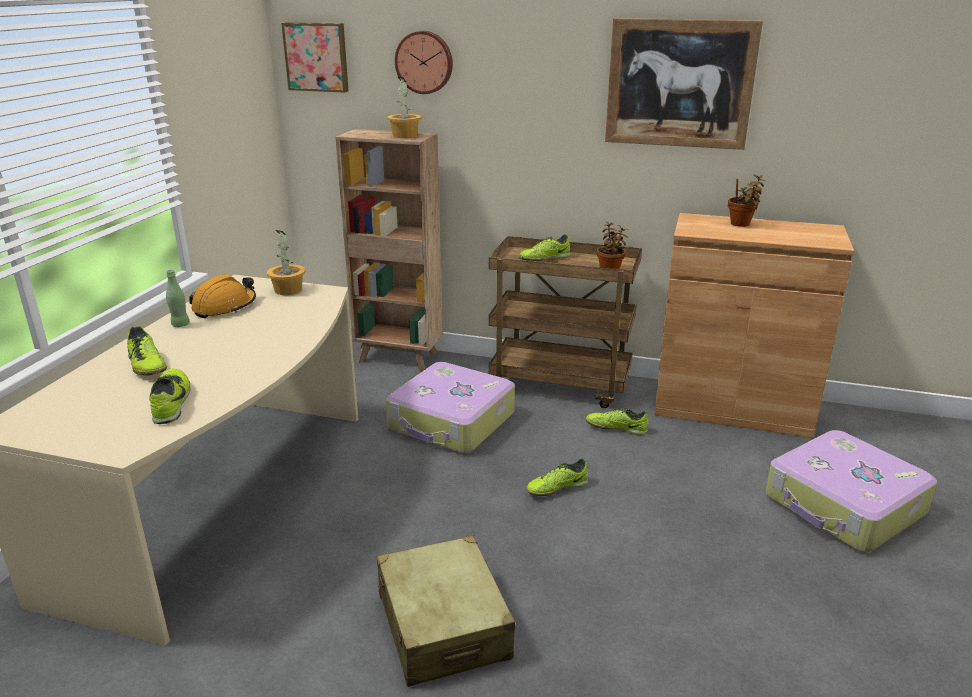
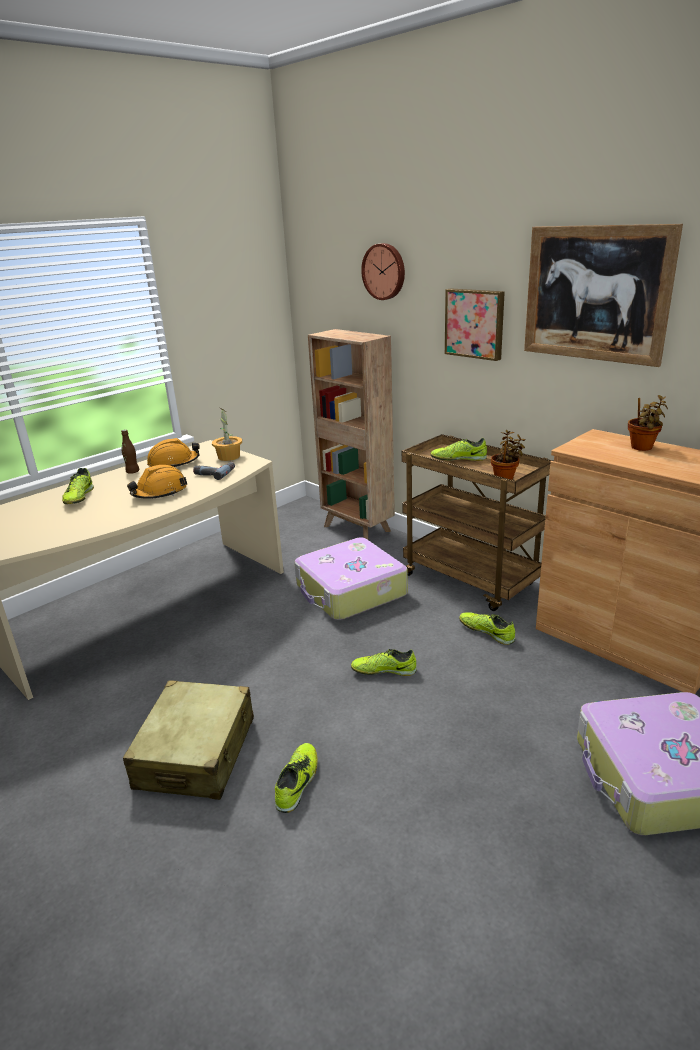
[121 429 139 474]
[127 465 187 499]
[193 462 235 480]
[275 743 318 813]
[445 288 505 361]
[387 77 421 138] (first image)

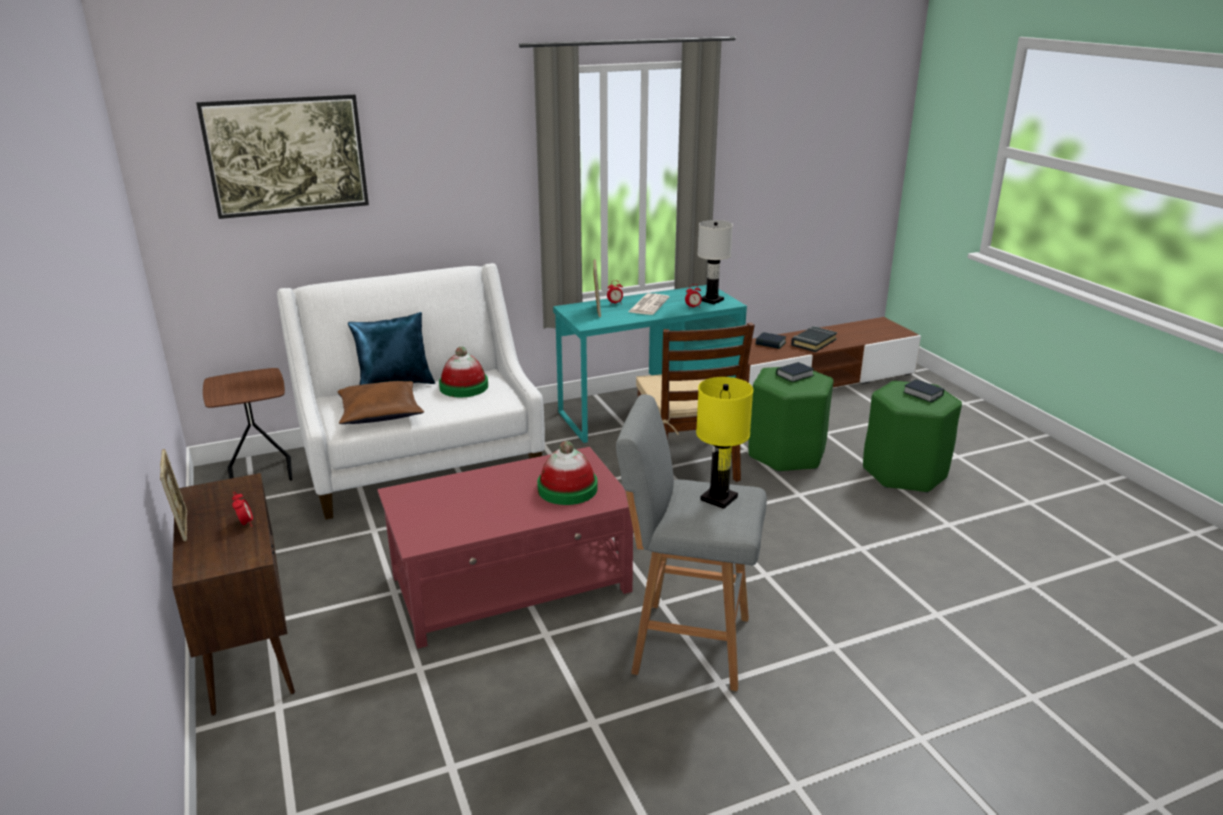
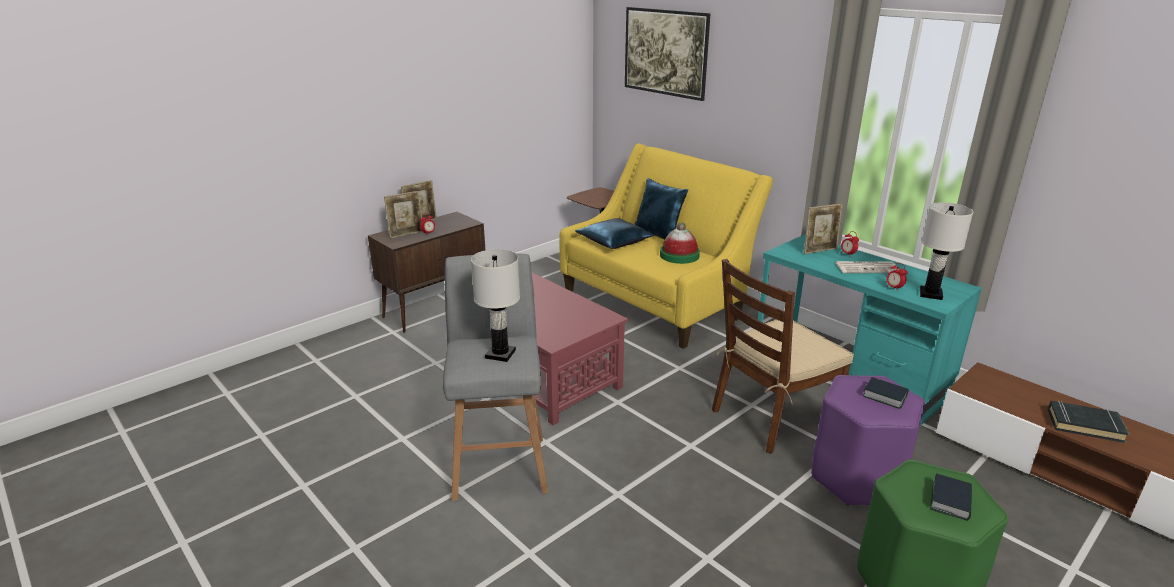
[384 191 422 239]
[471 249 520 362]
[559 143 773 349]
[575 218 654 249]
[811 375 925 506]
[537 441 598 505] (first image)
[756 332 786 349] (first image)

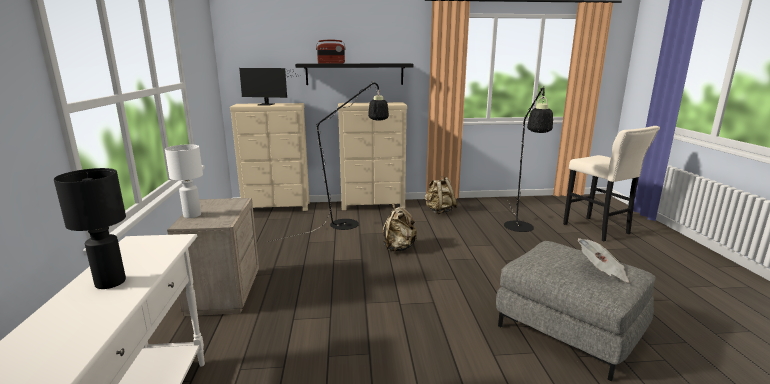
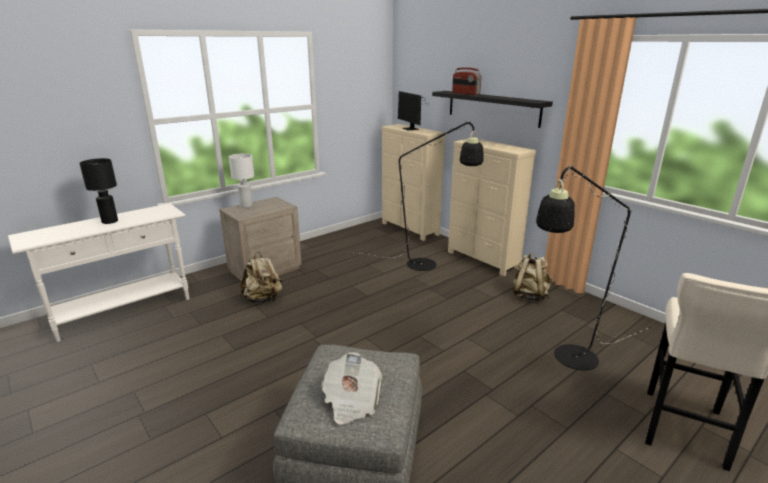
[240 252 282 303]

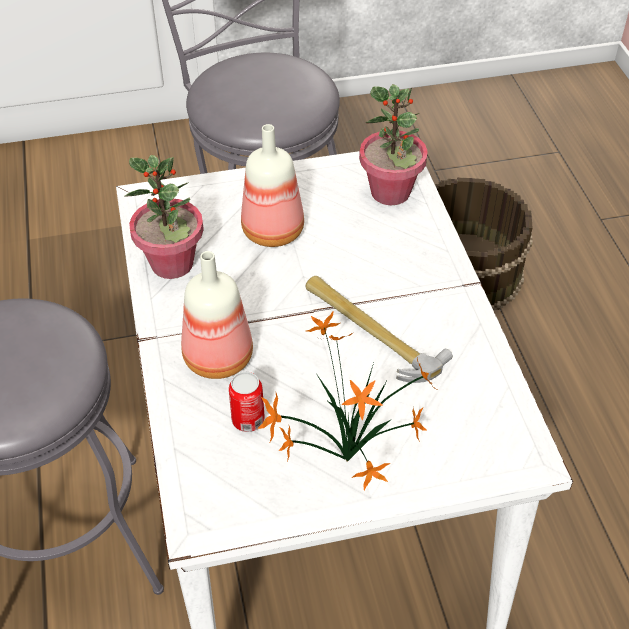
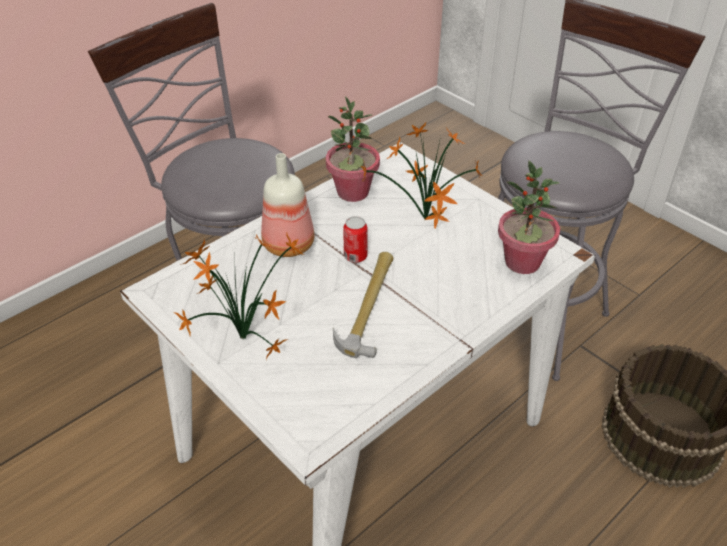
[343 216 368 263]
[361 122 483 229]

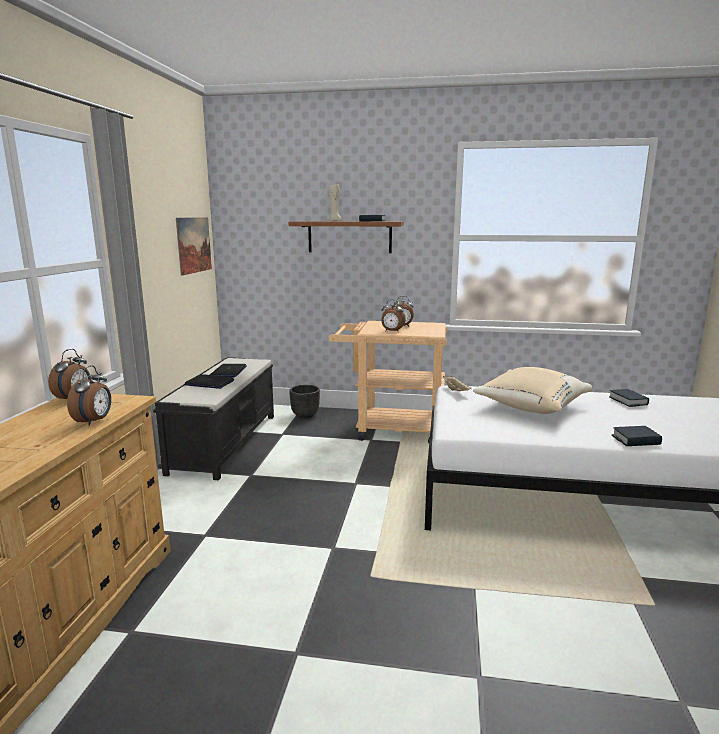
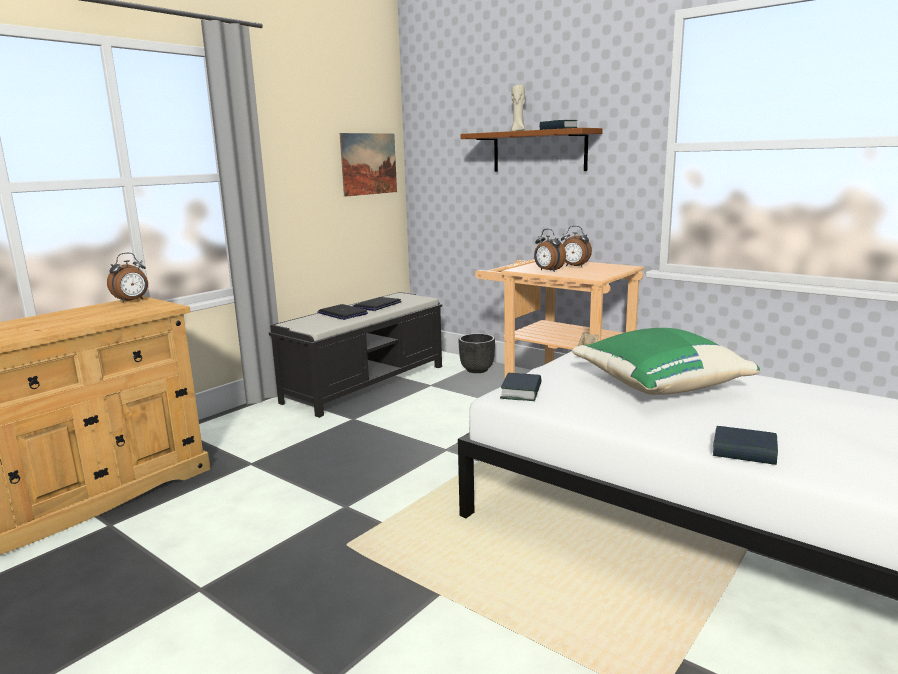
[500 373 542 401]
[572 328 760 395]
[67 365 111 426] (first image)

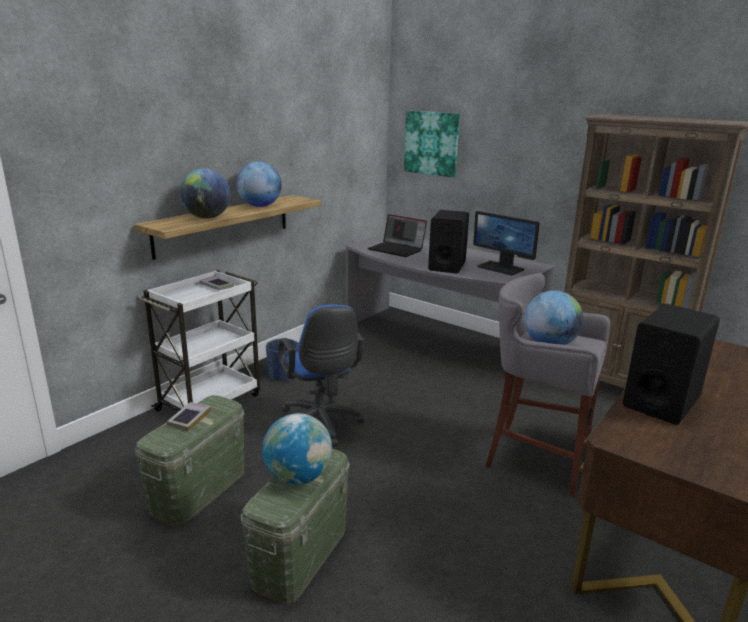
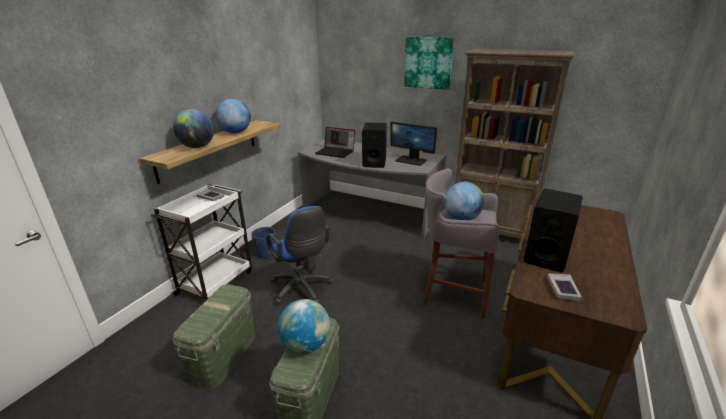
[404 37 454 90]
[547 273 582 301]

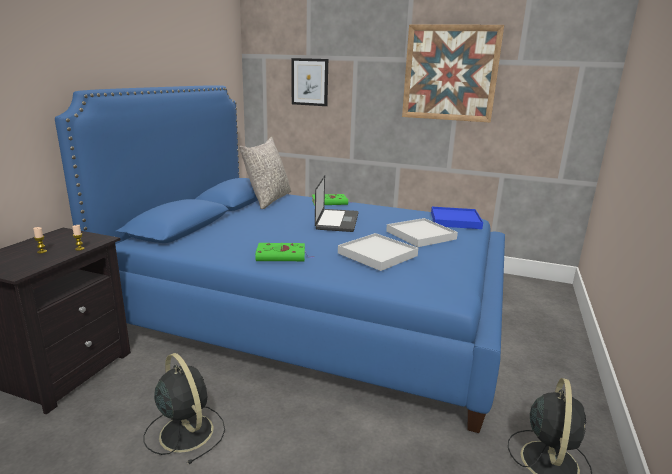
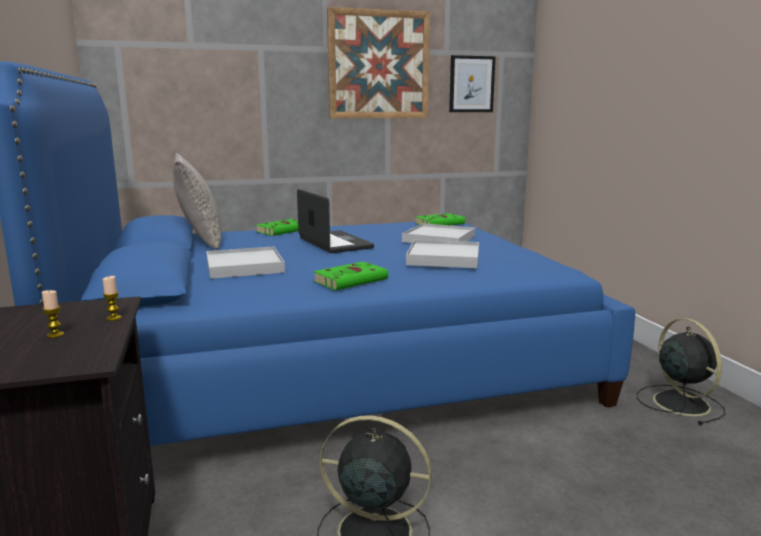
[206 246 285 279]
[415 213 465 225]
[449 55 496 112]

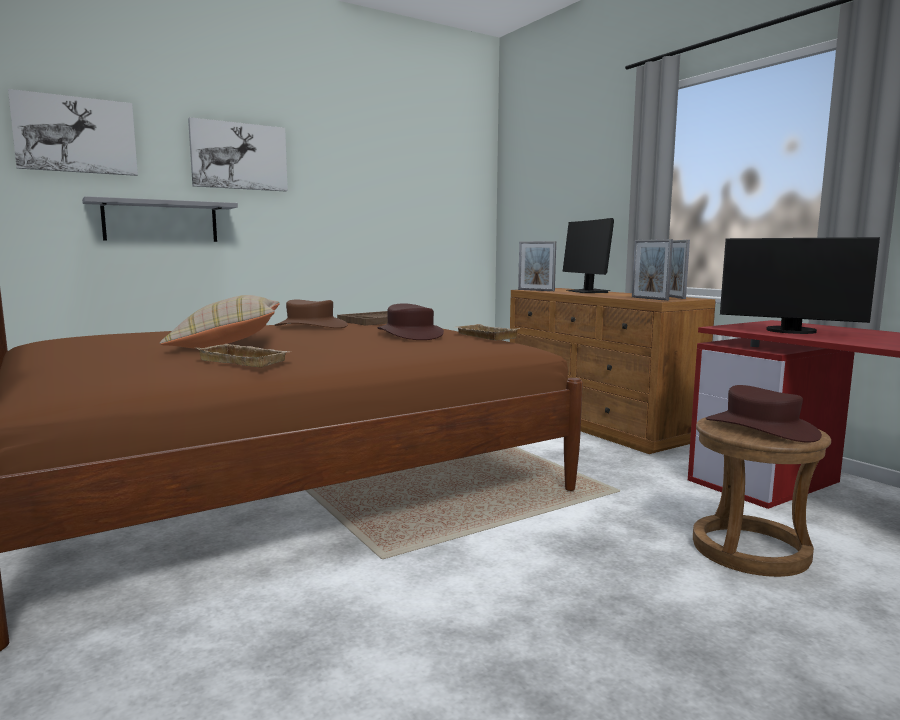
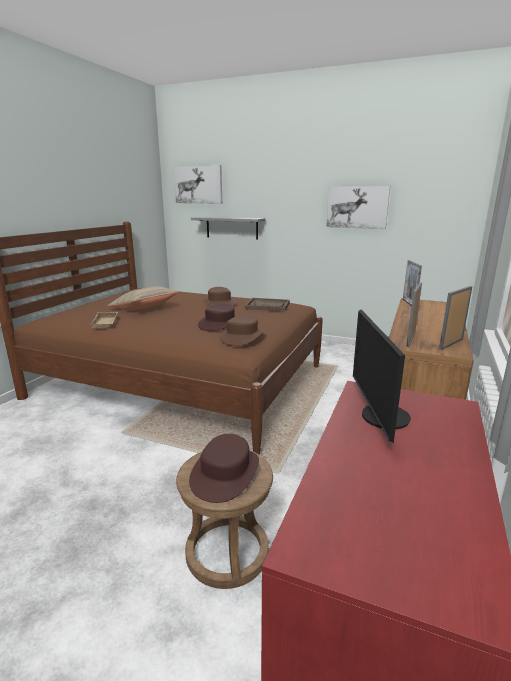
[220 314 265 346]
[326 185 390 229]
[563 218 614 293] (first image)

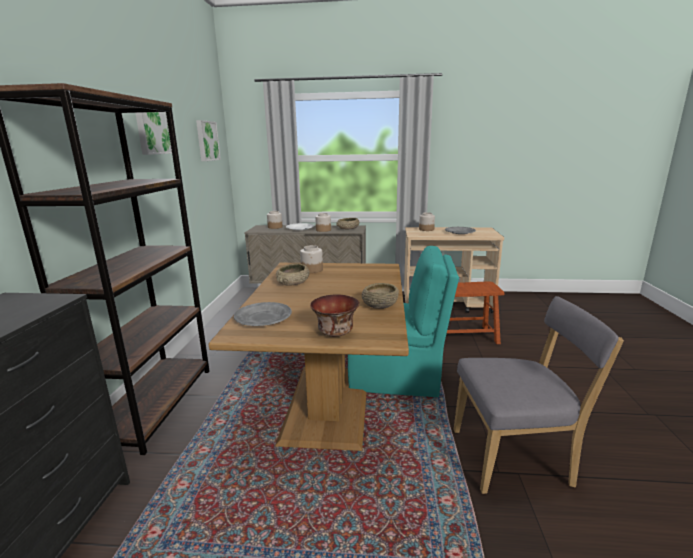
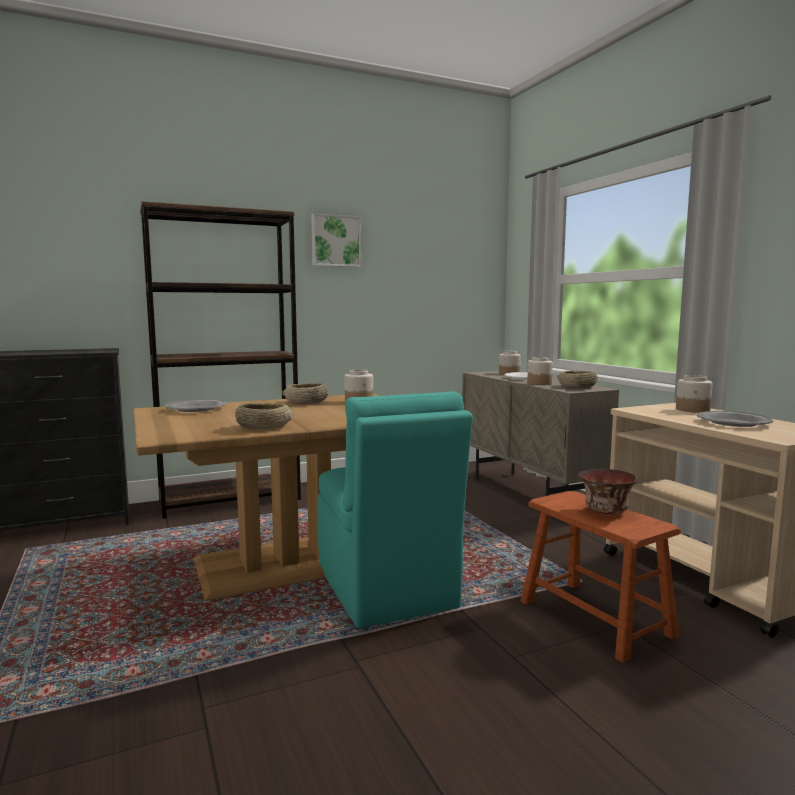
[579 469 638 514]
[196 120 221 161] (first image)
[454 296 624 494] (first image)

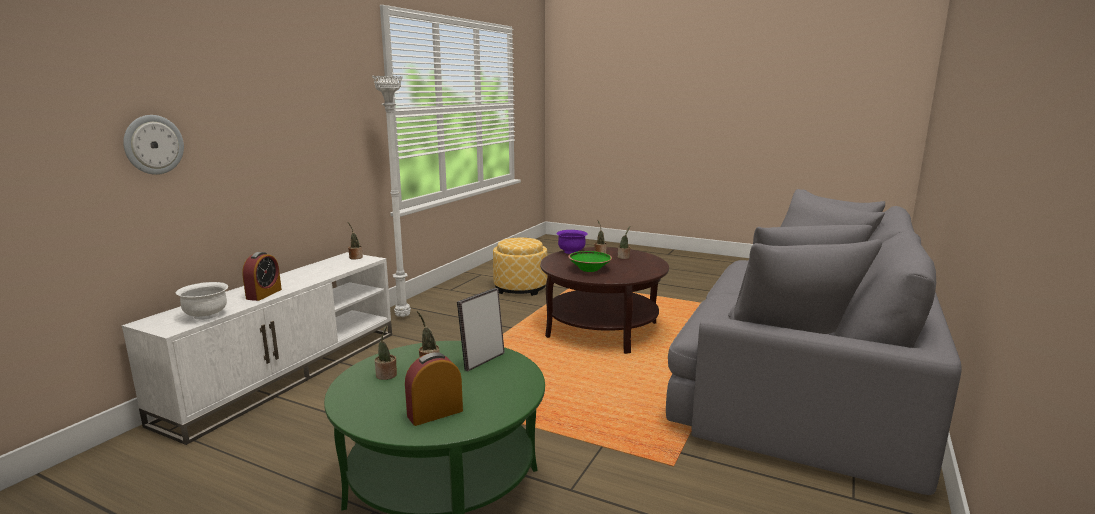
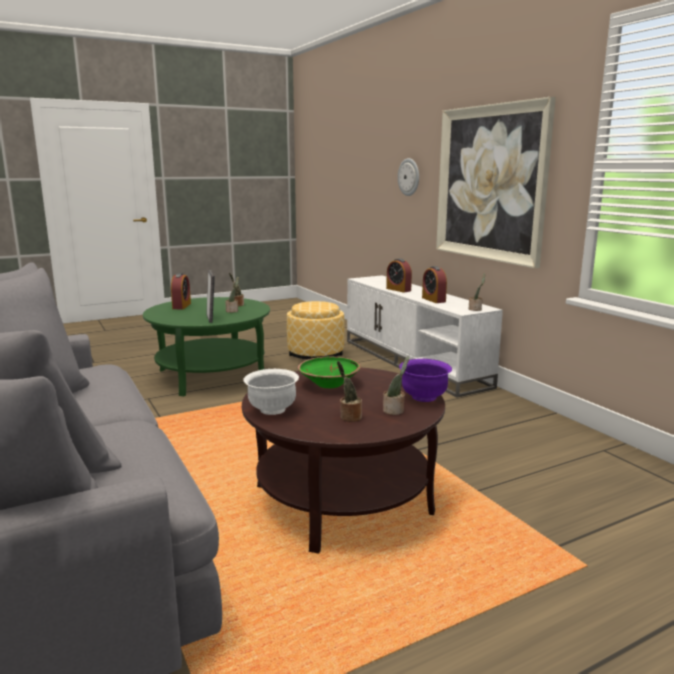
[243 369 299 415]
[287 301 345 359]
[422 266 447 303]
[436 97 556 268]
[372 75 411 317] (first image)

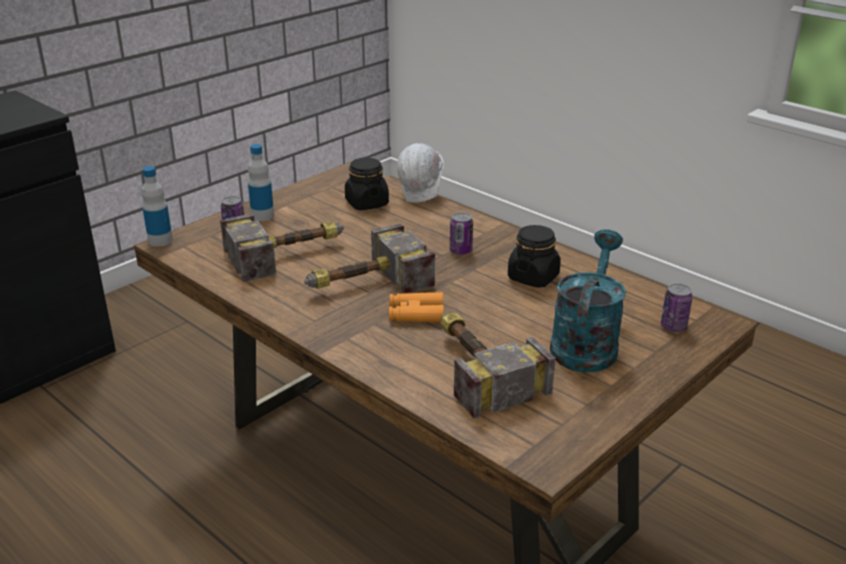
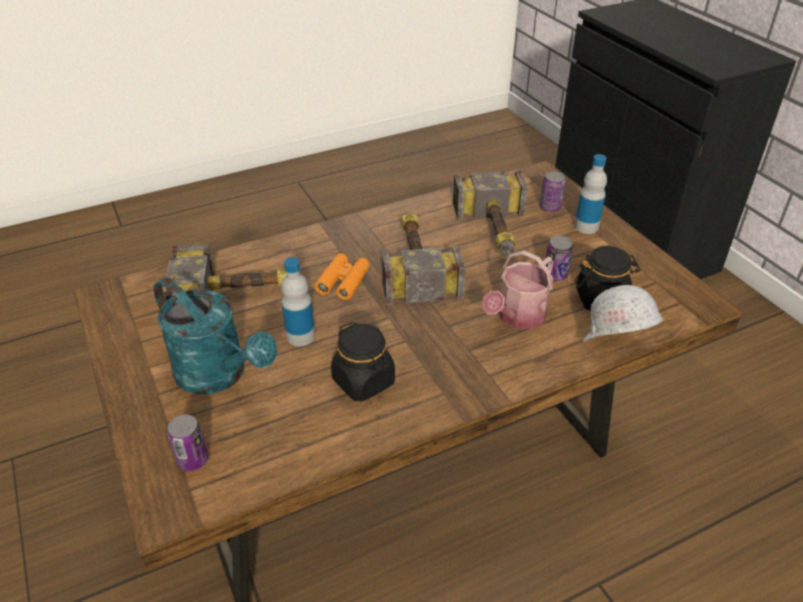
[281 257 315 346]
[482 250 553 329]
[546 236 573 281]

